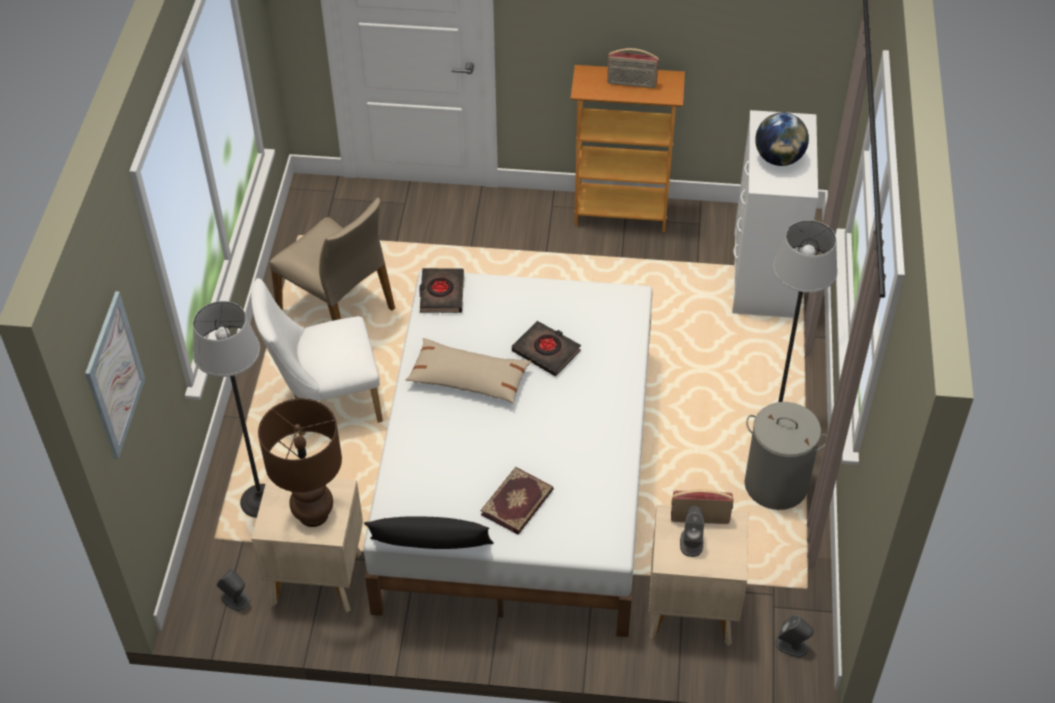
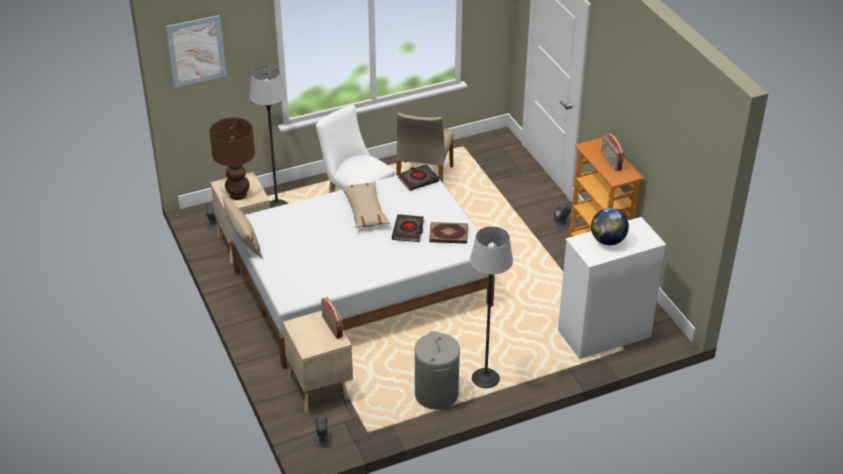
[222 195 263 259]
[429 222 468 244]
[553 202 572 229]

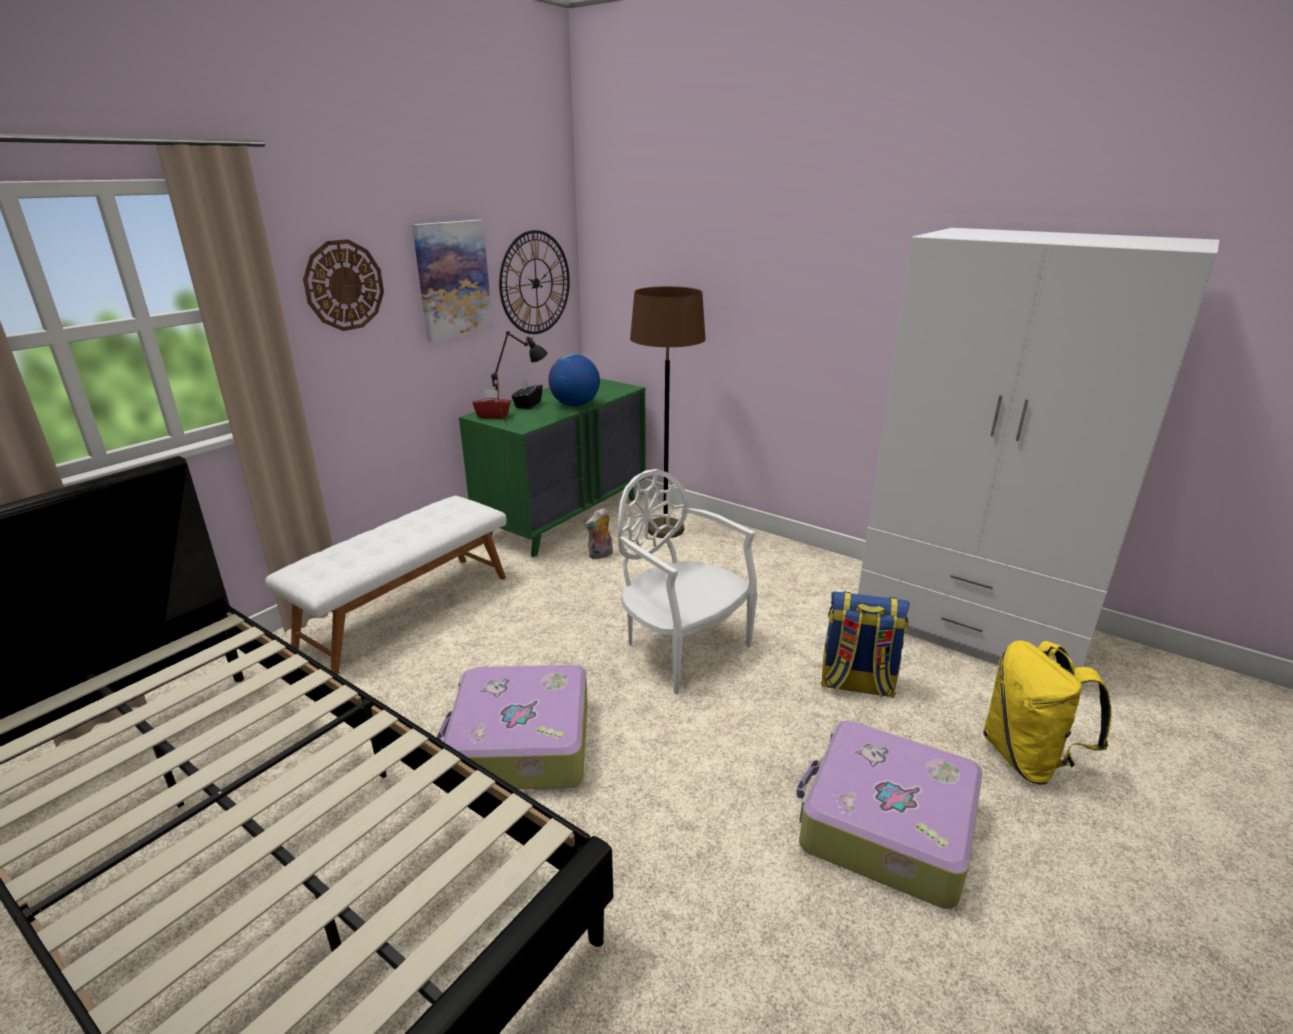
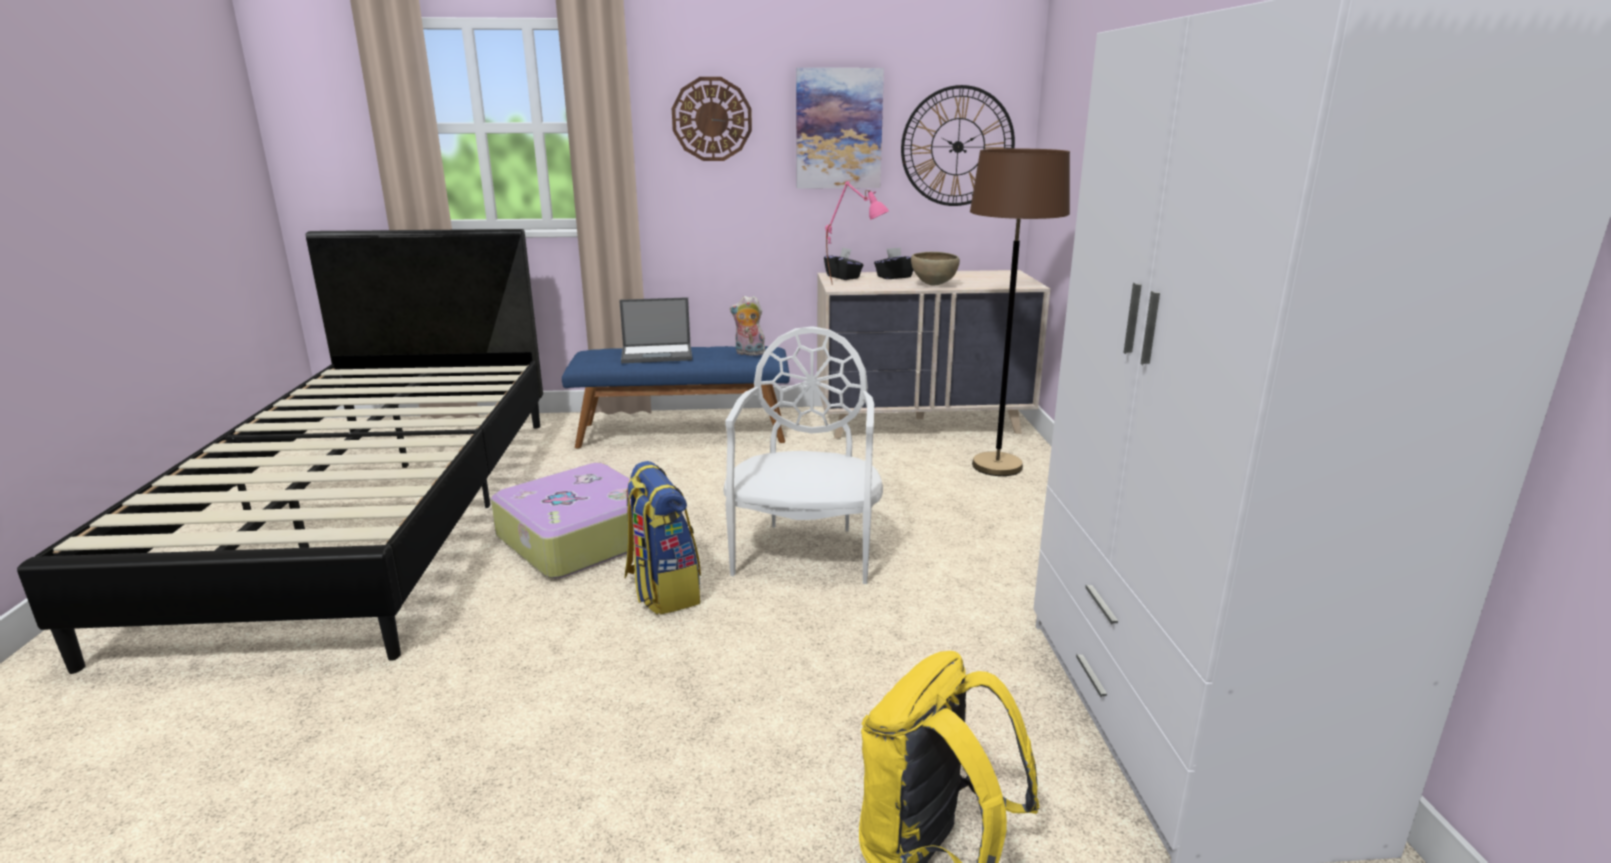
[562 346 790 449]
[619 297 692 363]
[625 461 701 615]
[730 296 765 356]
[817 270 1050 439]
[824 247 863 280]
[825 181 889 285]
[911 252 960 286]
[796 721 983 909] (first image)

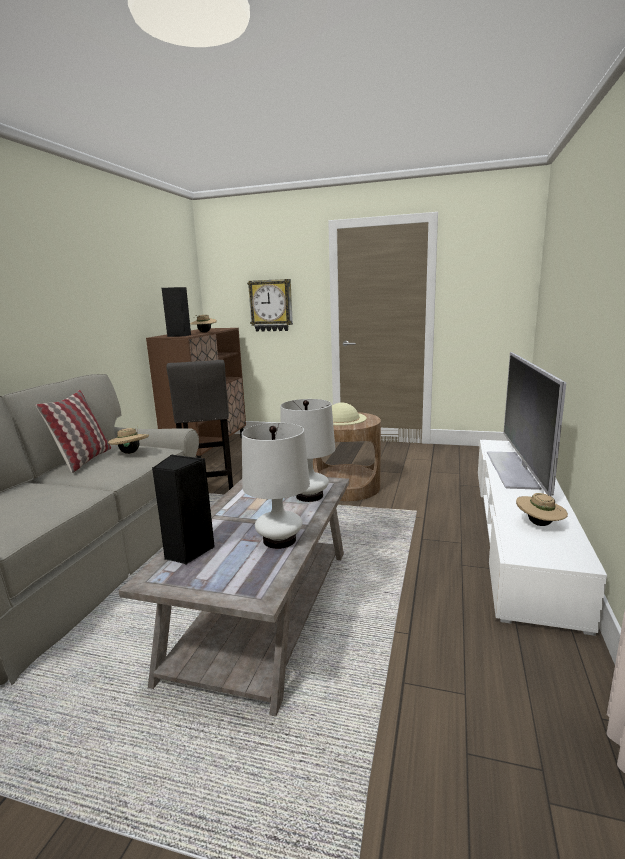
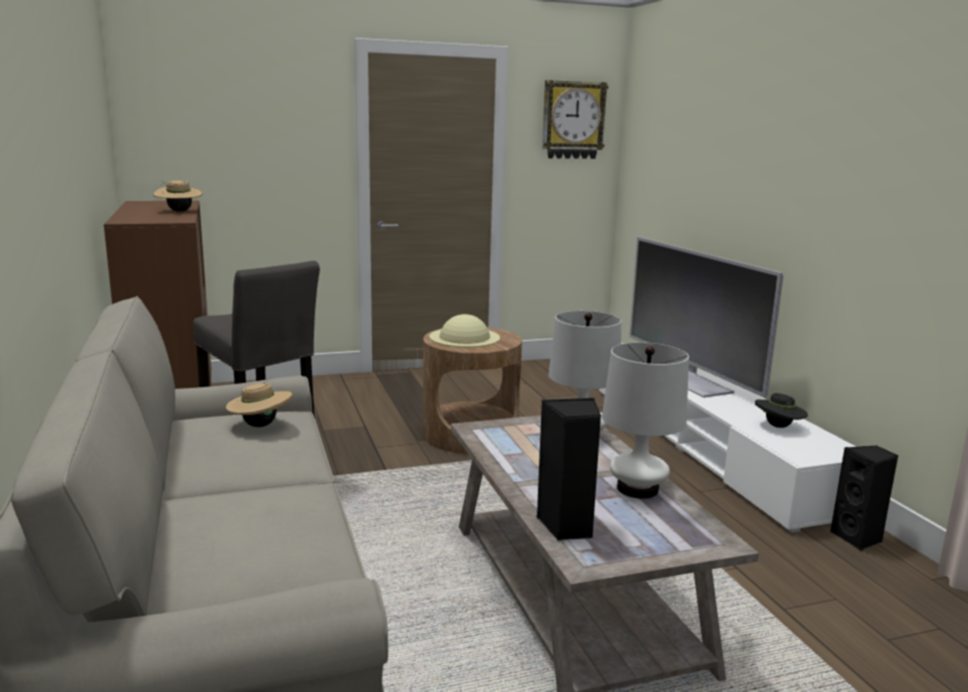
[542 80 609 159]
[755 393 808 428]
[830 445 898 551]
[36 390 111 473] (first image)

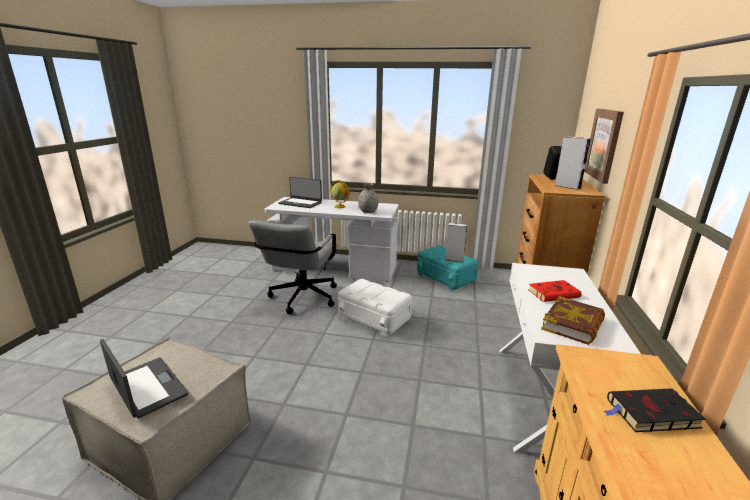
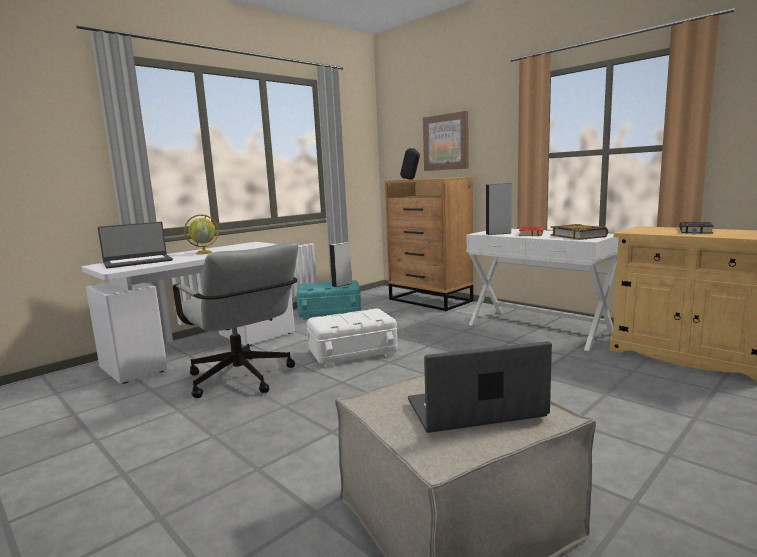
[486 183 512 235]
[358 183 379 213] (first image)

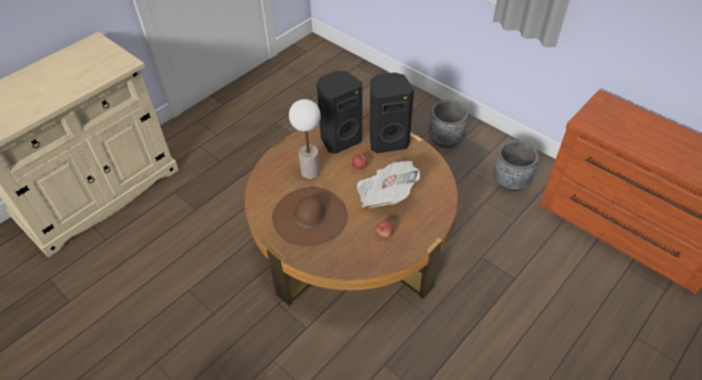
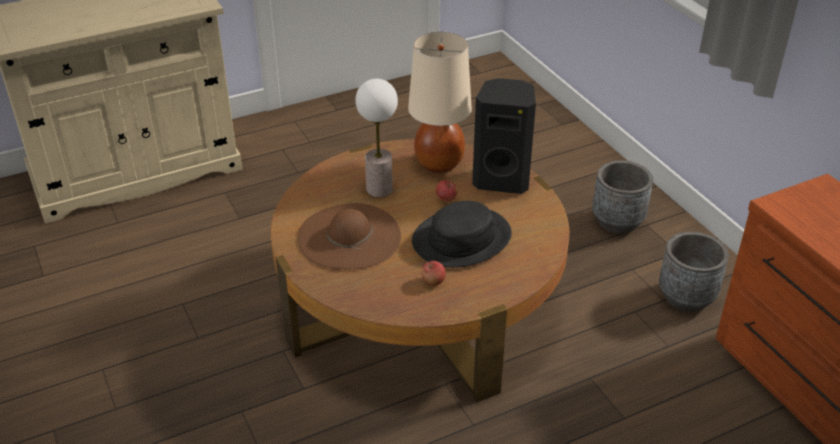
[408 32 472 173]
[412 201 512 268]

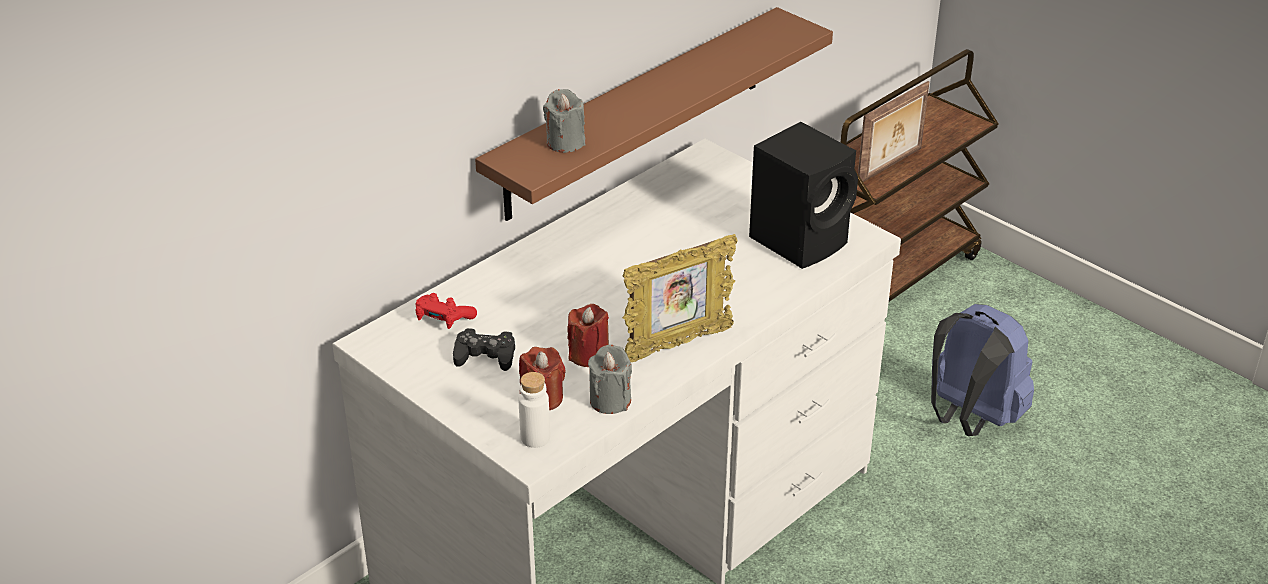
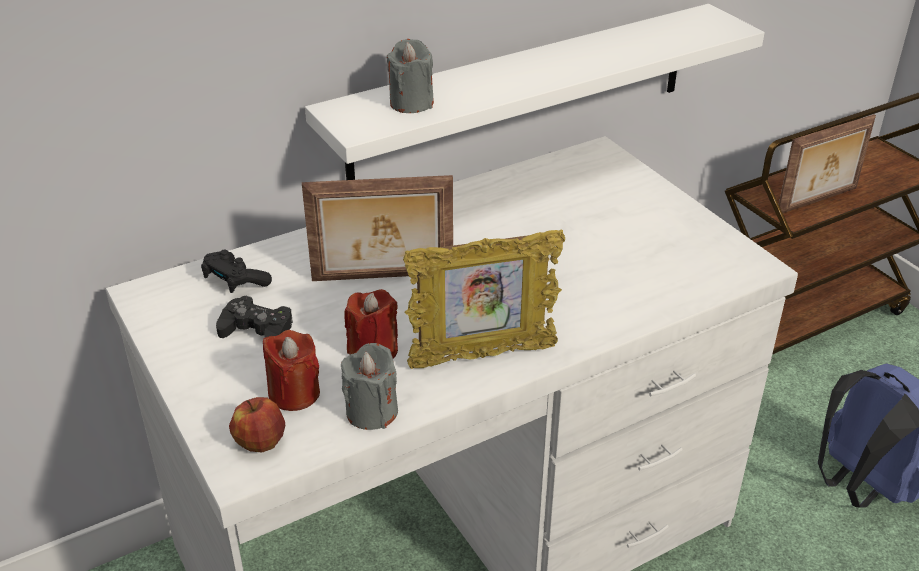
[201 250 272 293]
[229 397 285 453]
[302 175 453 281]
[305 4 765 180]
[749 122 858 269] (first image)

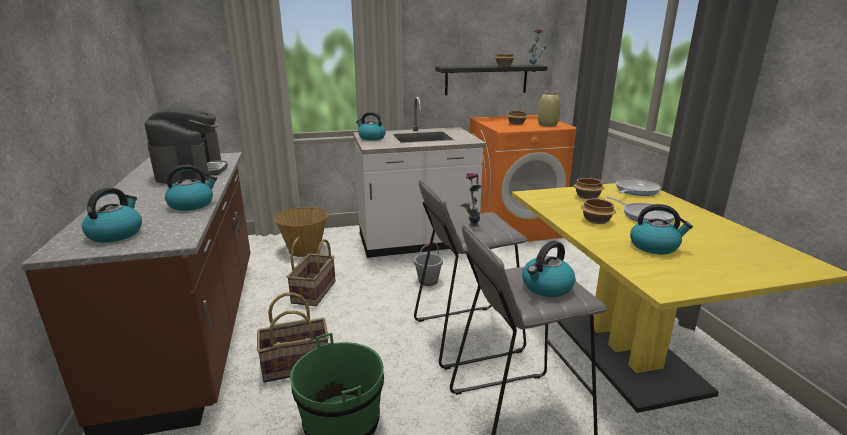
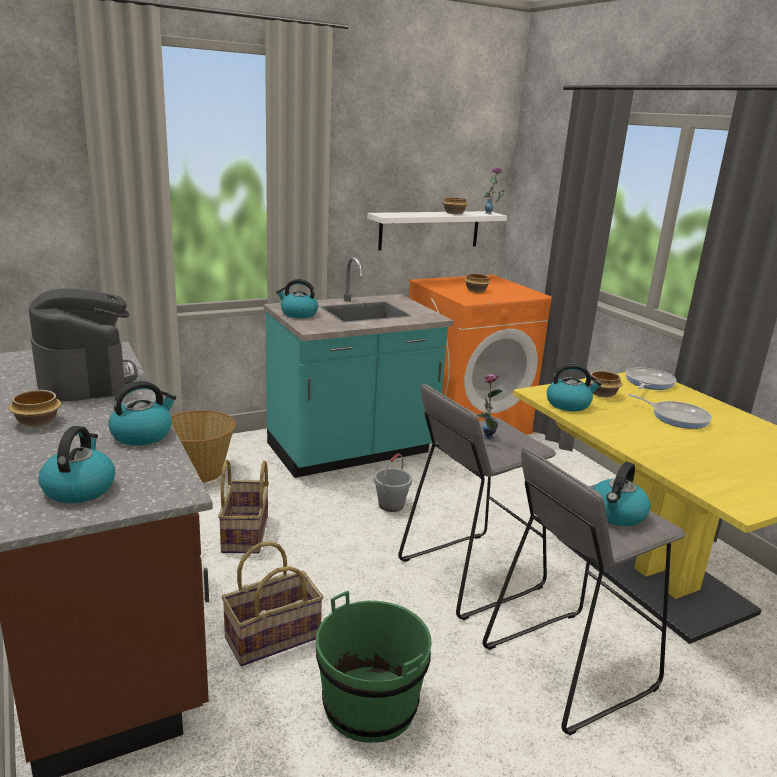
[8 390 61 427]
[264 257 454 478]
[367 211 507 250]
[547 364 602 411]
[538 91 560 127] (first image)

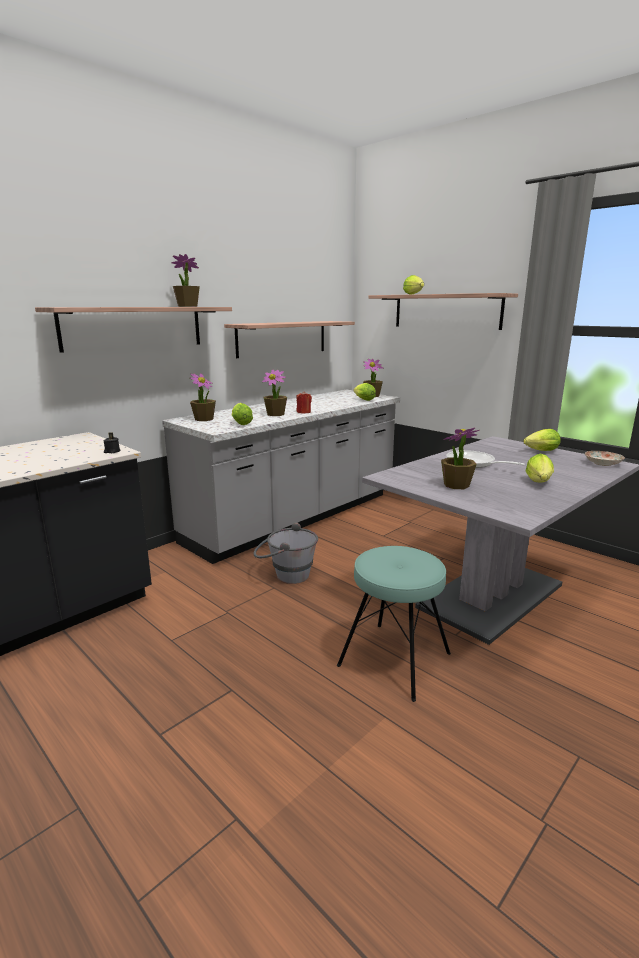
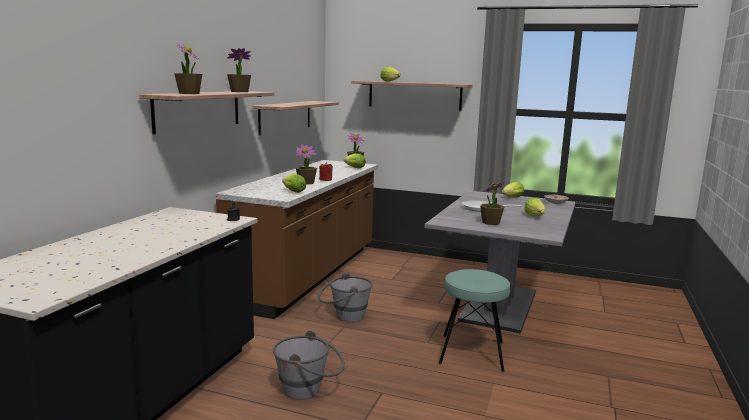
[174 43 202 94]
[215 160 378 319]
[273 331 345 400]

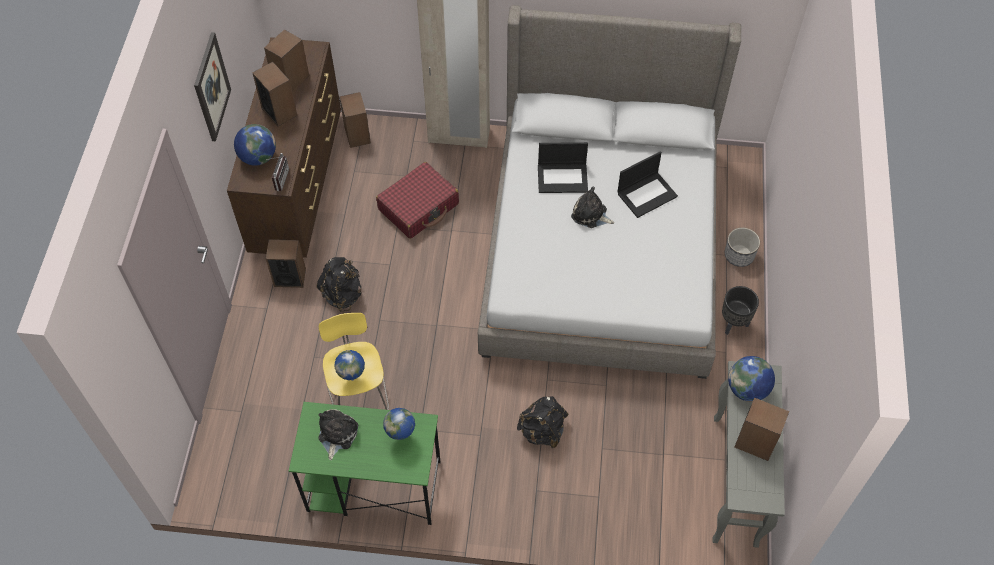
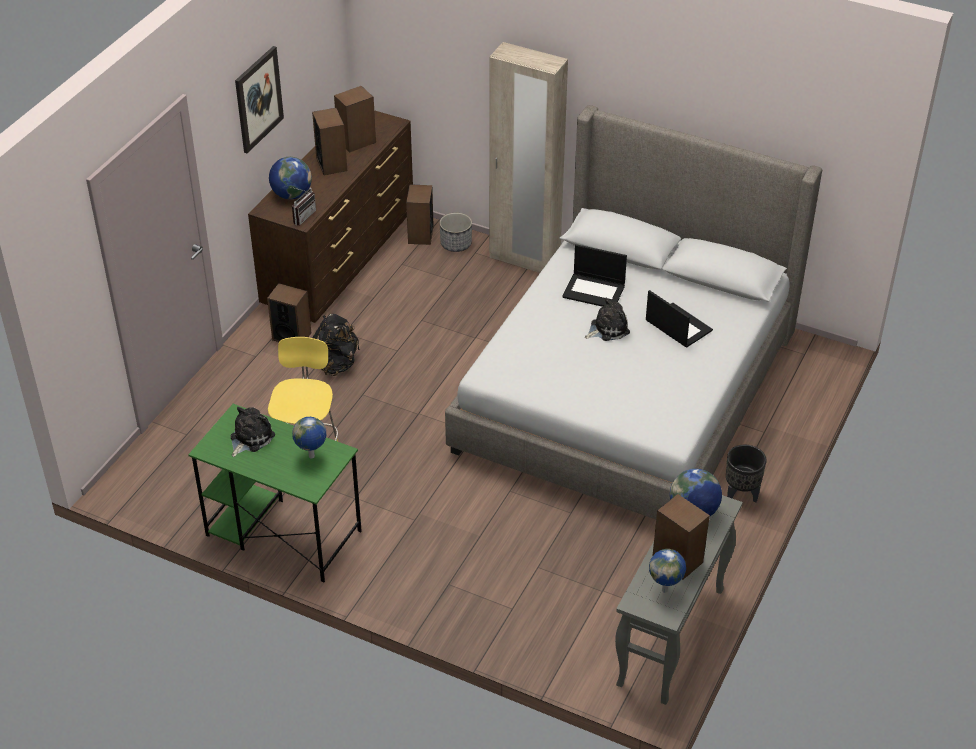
[439 213 472 252]
[585 297 630 341]
[646 290 713 348]
[649 549 686 593]
[376 162 459 239] (first image)
[517 396 568 448] (first image)

